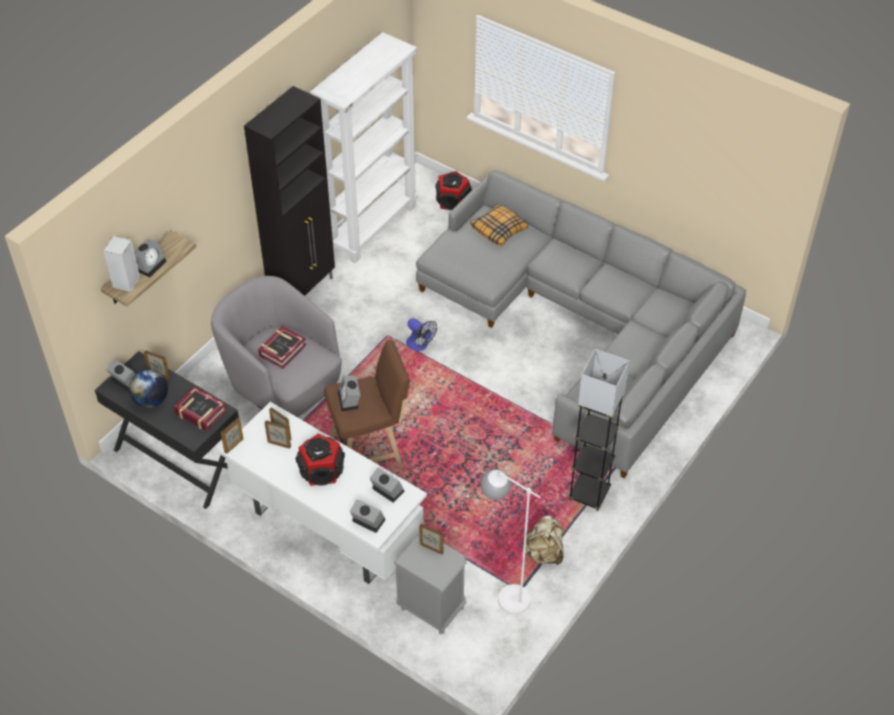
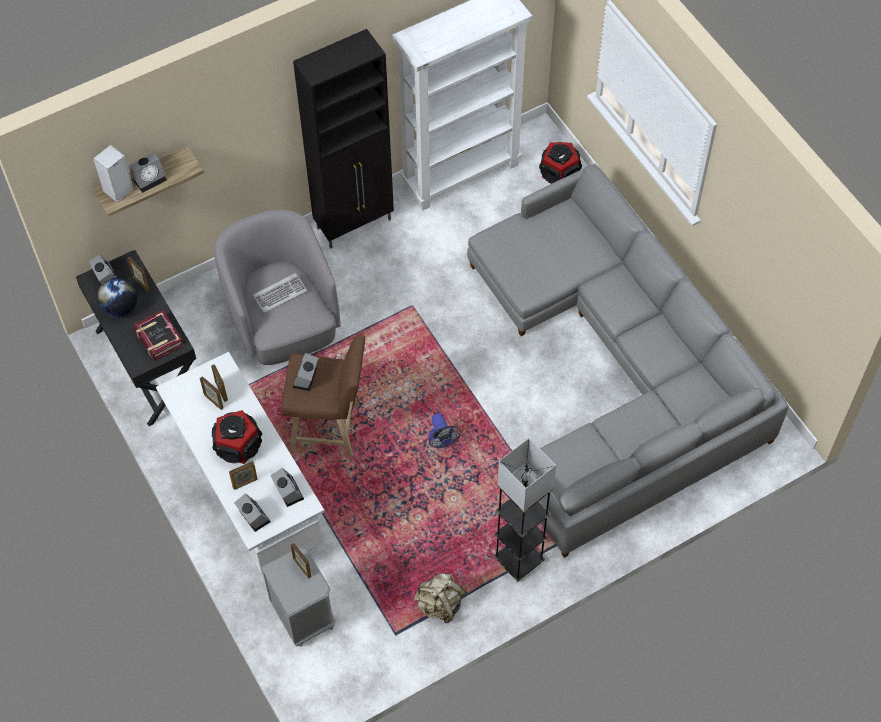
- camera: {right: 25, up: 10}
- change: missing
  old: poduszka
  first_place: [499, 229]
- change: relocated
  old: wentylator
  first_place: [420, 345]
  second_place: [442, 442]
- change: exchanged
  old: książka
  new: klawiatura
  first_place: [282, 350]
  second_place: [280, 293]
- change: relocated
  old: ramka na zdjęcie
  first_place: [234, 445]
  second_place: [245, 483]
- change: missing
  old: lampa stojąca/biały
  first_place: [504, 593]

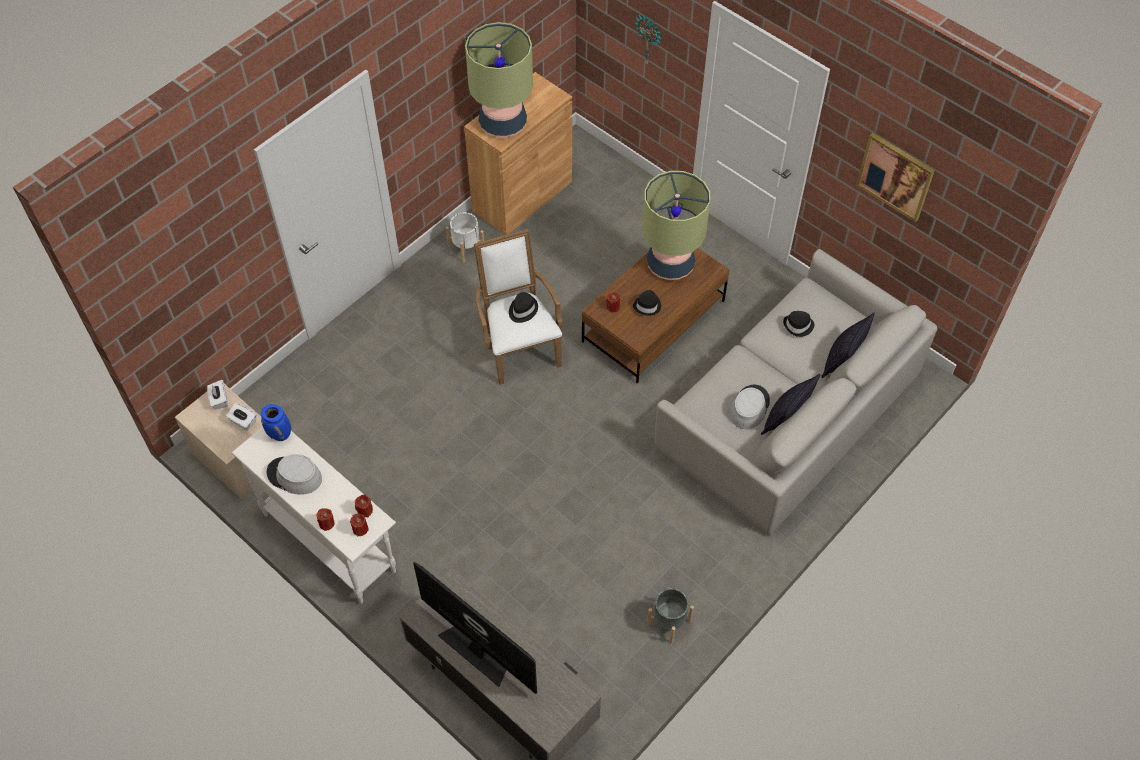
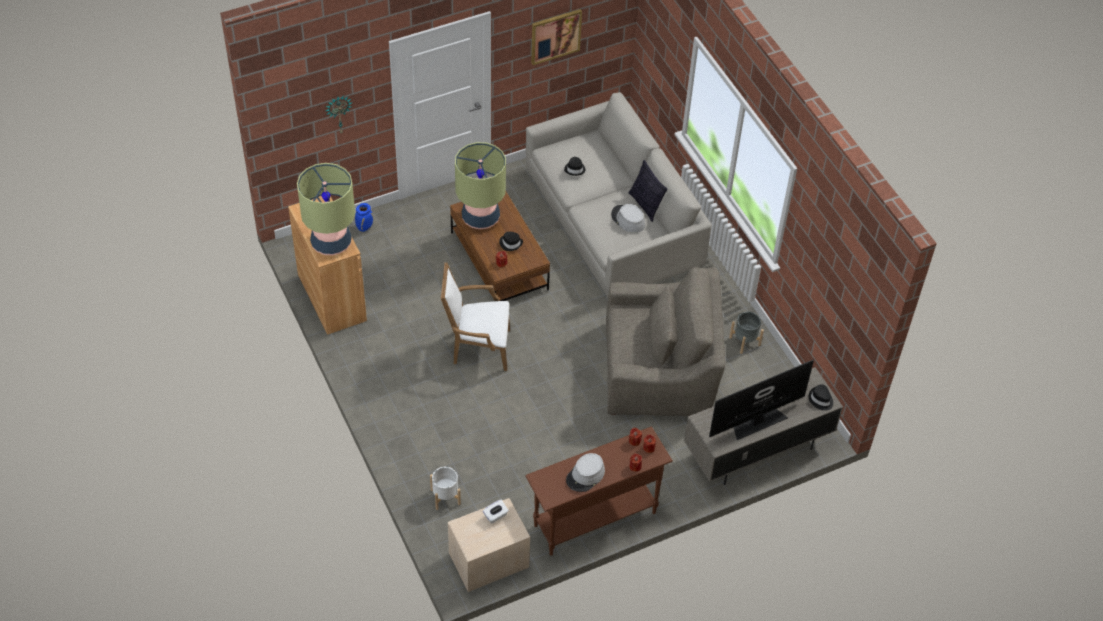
- camera: {right: -70, up: -5}
- change: relocated
  old: donica/biały
  first_place: [466, 248]
  second_place: [445, 497]
- change: relocated
  old: kapelusz/czarny
  first_place: [522, 310]
  second_place: [820, 399]
- change: missing
  old: poduszka
  first_place: [842, 360]
- change: missing
  old: pudełko chusteczek/biały
  first_place: [219, 399]
- change: relocated
  old: wazon/niebieski
  first_place: [280, 435]
  second_place: [364, 227]
- change: colour
  old: stolik konsolowy/biały
  new: stolik konsolowy/brązowy
  first_place: [329, 541]
  second_place: [594, 519]
- change: appeared
  new: fotel/szary
  second_place: [659, 370]

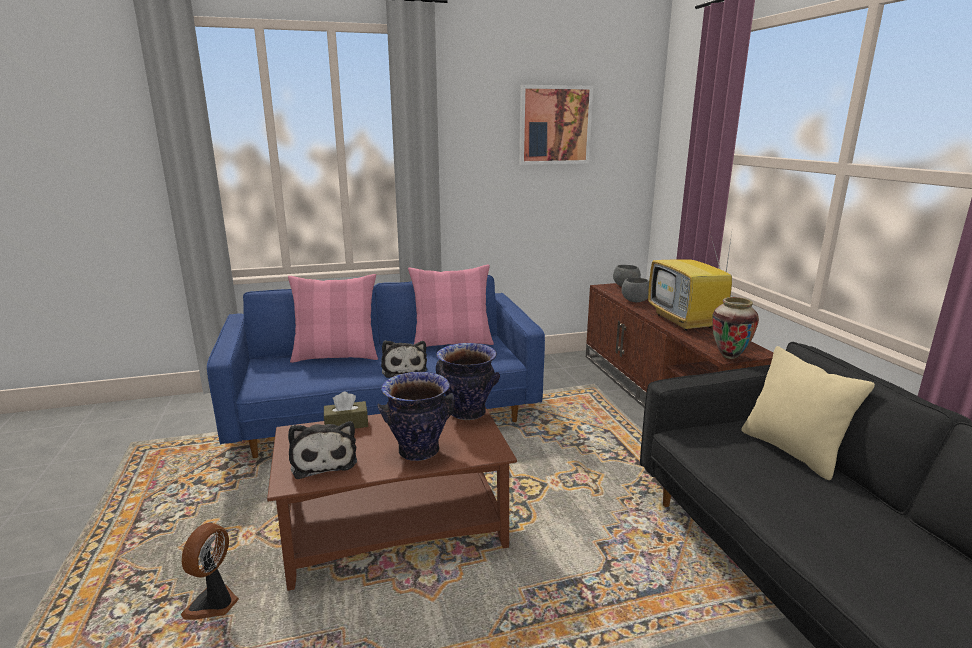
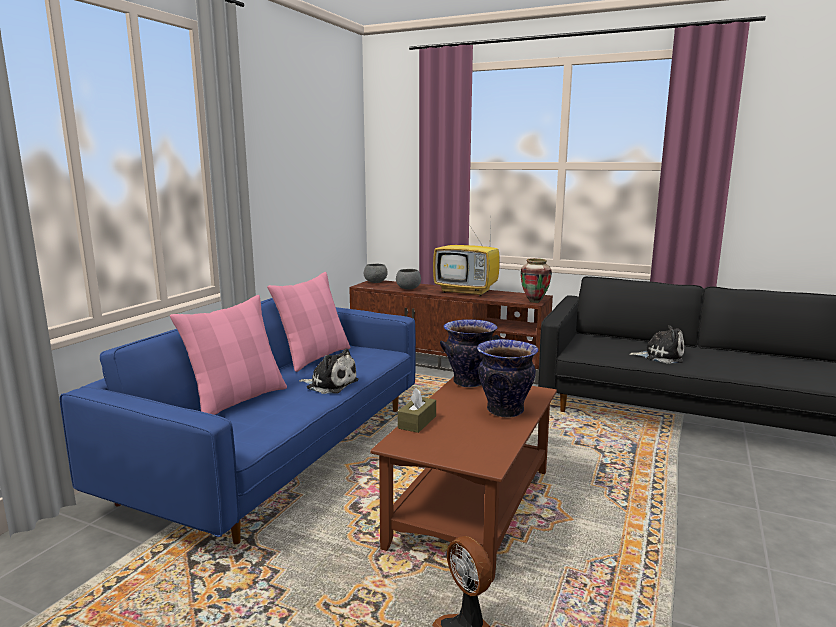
- camera: {right: -50, up: -5}
- change: missing
  old: obraz
  first_place: [554, 125]
- change: missing
  old: poduszka/beżowy
  first_place: [792, 451]
- change: relocated
  old: pluszak
  first_place: [323, 460]
  second_place: [660, 356]

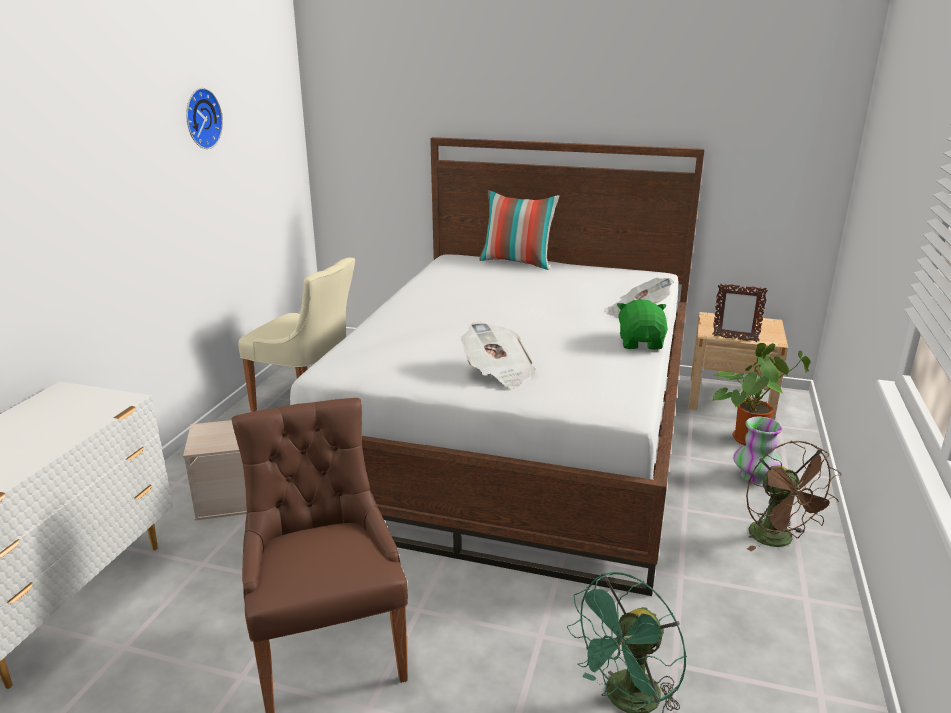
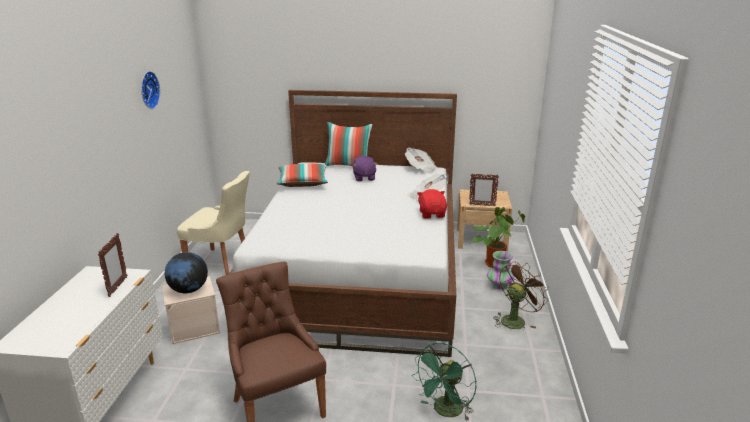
- camera: {right: -10, up: 0}
- change: colour
  old: pluszak/zielony
  new: pluszak/czerwony
  first_place: [641, 343]
  second_place: [432, 214]
- change: relocated
  old: gazeta
  first_place: [498, 373]
  second_place: [420, 169]
- change: spun
  old: wentylator/brązowy
  first_place: [778, 540]
  second_place: [515, 319]
  degrees: -105
- change: appeared
  new: pluszak/fioletowy
  second_place: [364, 177]
- change: appeared
  new: poduszka
  second_place: [303, 183]
- change: appeared
  new: ramka na zdjęcie
  second_place: [117, 287]
- change: appeared
  new: globus
  second_place: [189, 290]

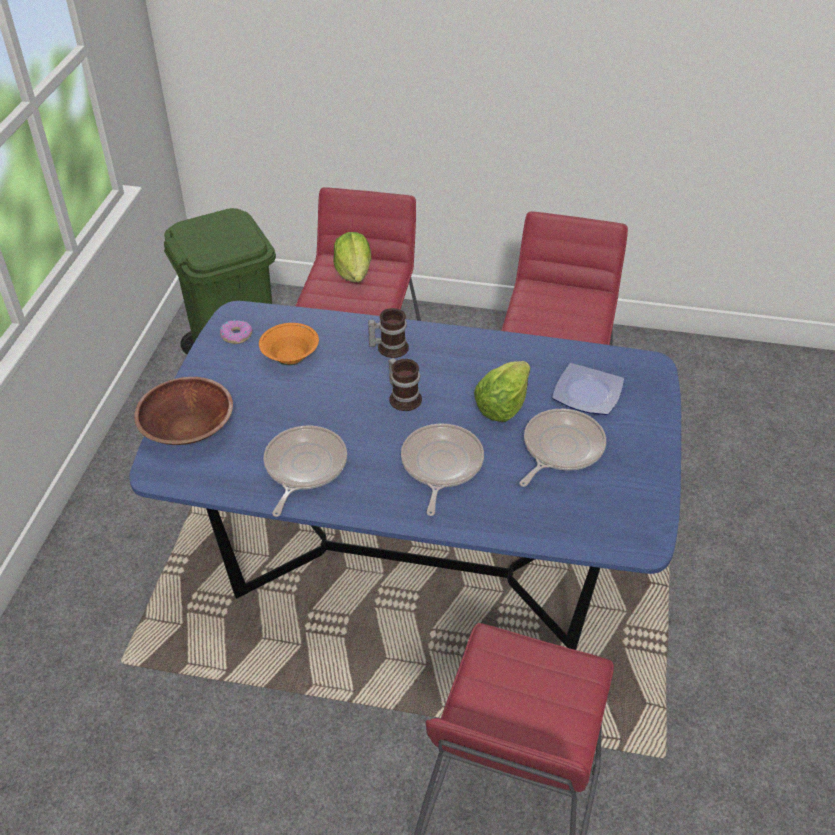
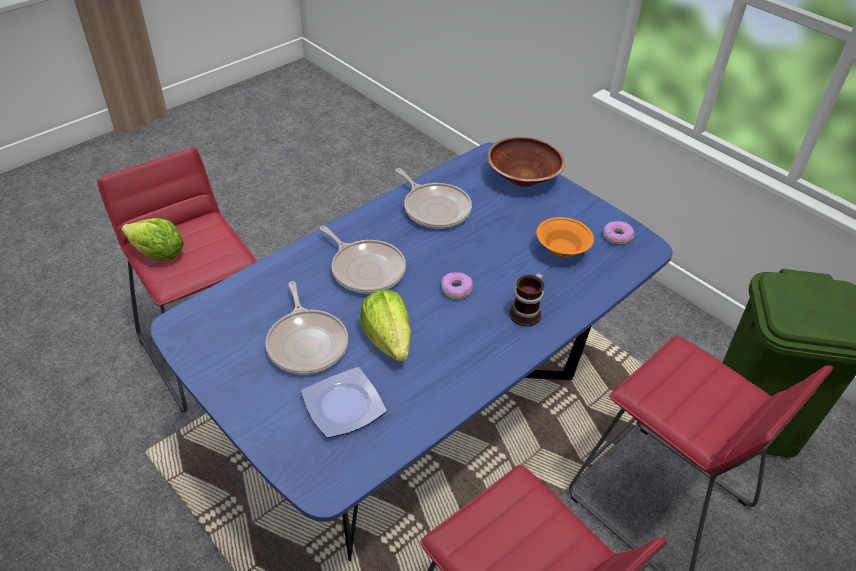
- camera: {right: 125, up: 0}
- change: relocated
  old: sałata
  first_place: [354, 273]
  second_place: [158, 254]
- change: exchanged
  old: kubek
  new: donut
  first_place: [404, 397]
  second_place: [456, 289]

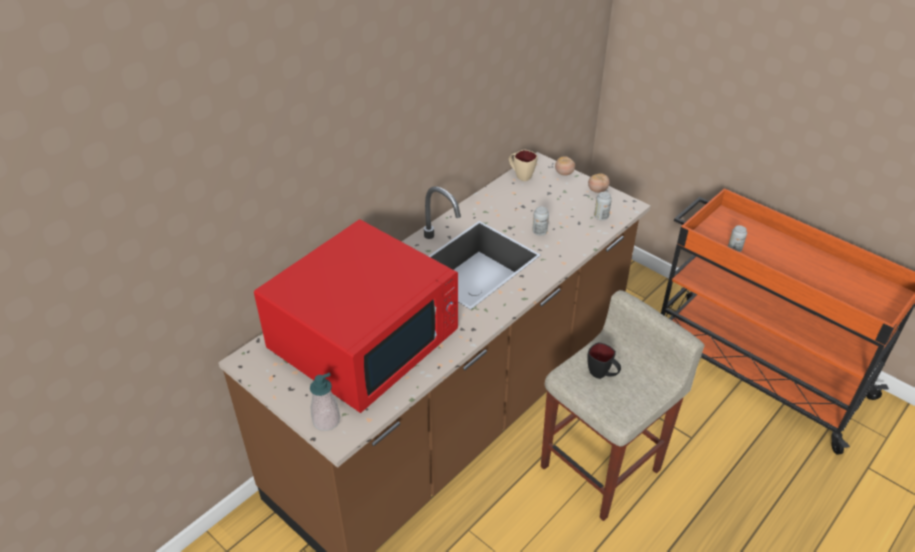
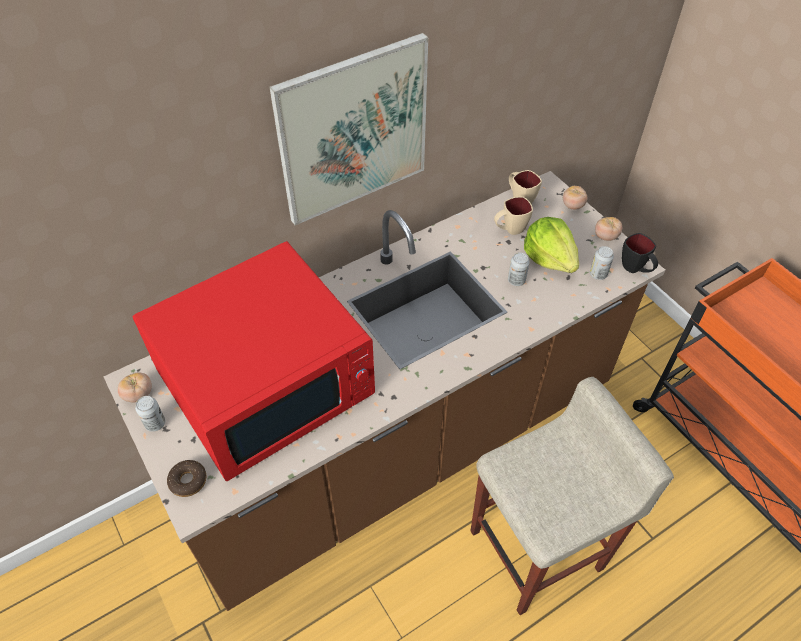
- camera: {right: 15, up: 10}
- change: relocated
  old: puszka
  first_place: [734, 249]
  second_place: [155, 423]
- change: relocated
  old: kubek/czarny
  first_place: [602, 375]
  second_place: [635, 270]
- change: exchanged
  old: dozownik mydła
  new: donut
  first_place: [326, 421]
  second_place: [188, 481]
- change: appeared
  new: obraz
  second_place: [353, 131]
- change: appeared
  new: kubek/beżowy
  second_place: [509, 230]
- change: appeared
  new: sałata
  second_place: [550, 258]
- change: appeared
  new: pomidor
  second_place: [138, 395]

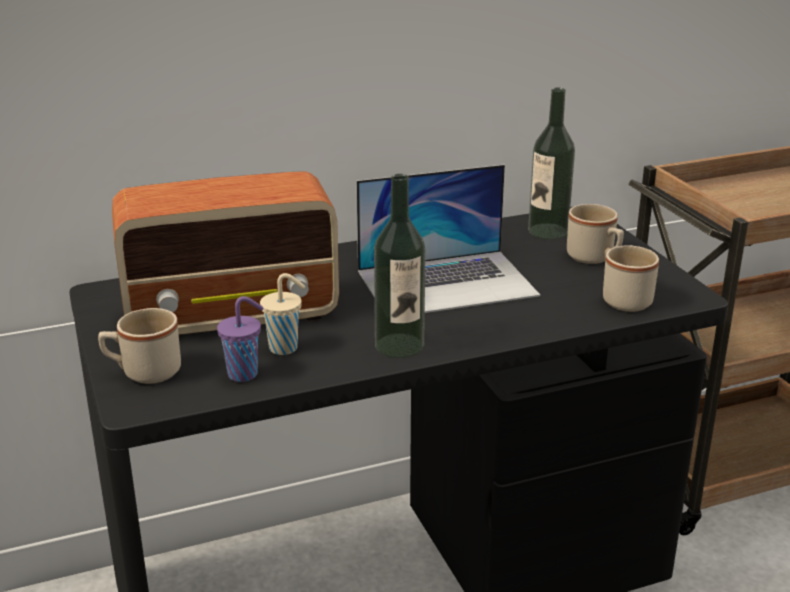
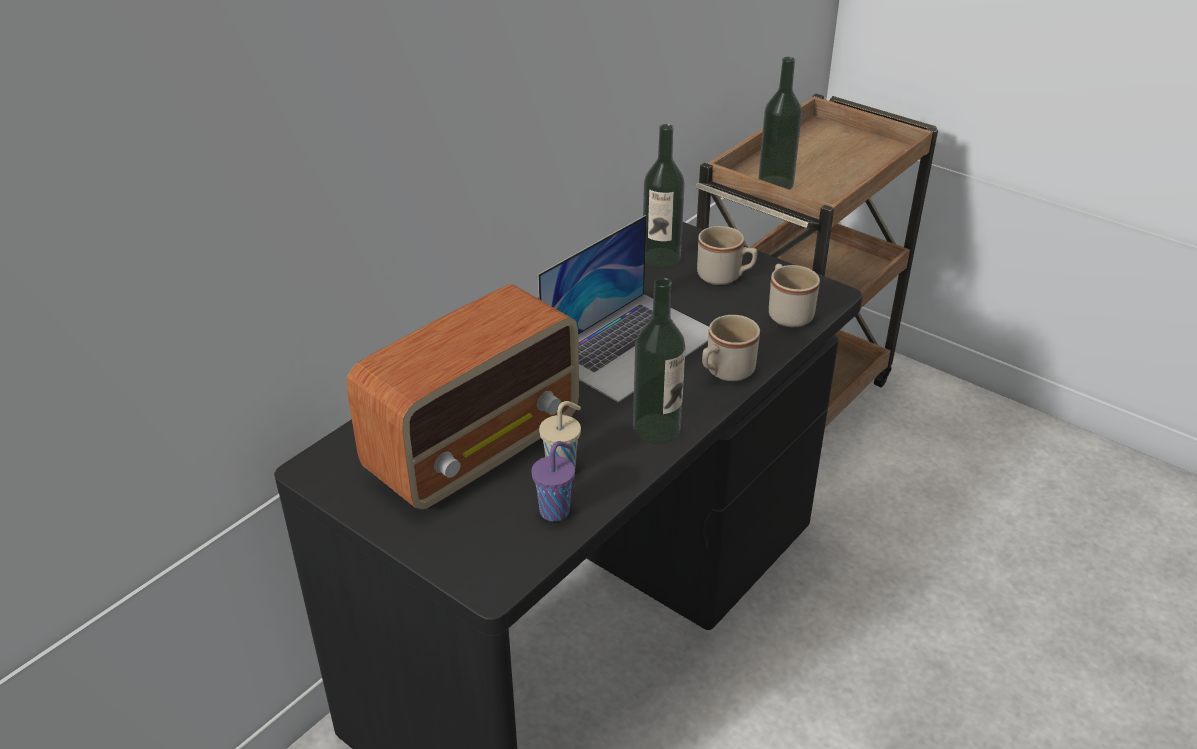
- camera: {right: -30, up: 10}
- change: relocated
  old: kubek/beżowy
  first_place: [143, 372]
  second_place: [725, 372]
- change: appeared
  new: butelka
  second_place: [775, 184]

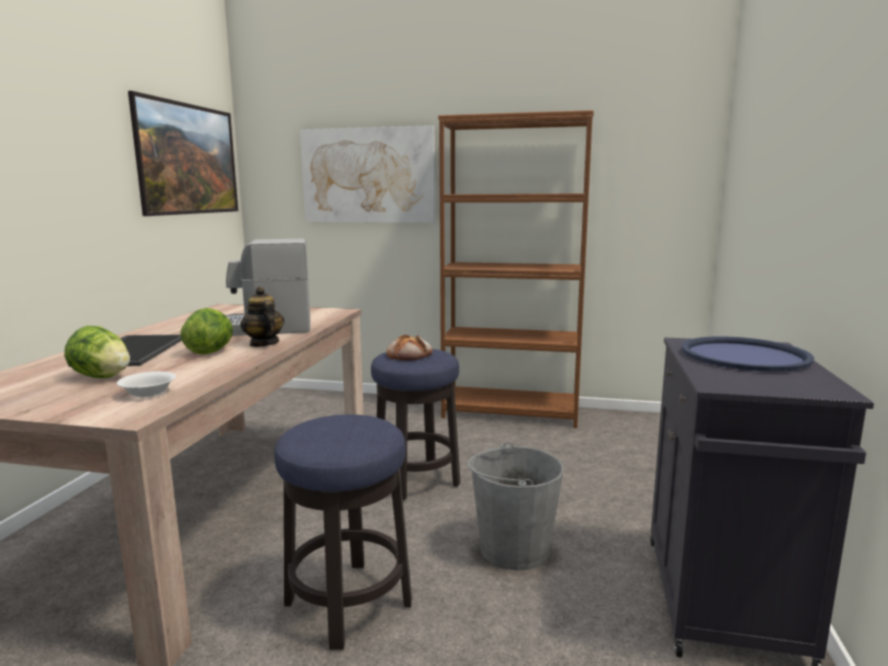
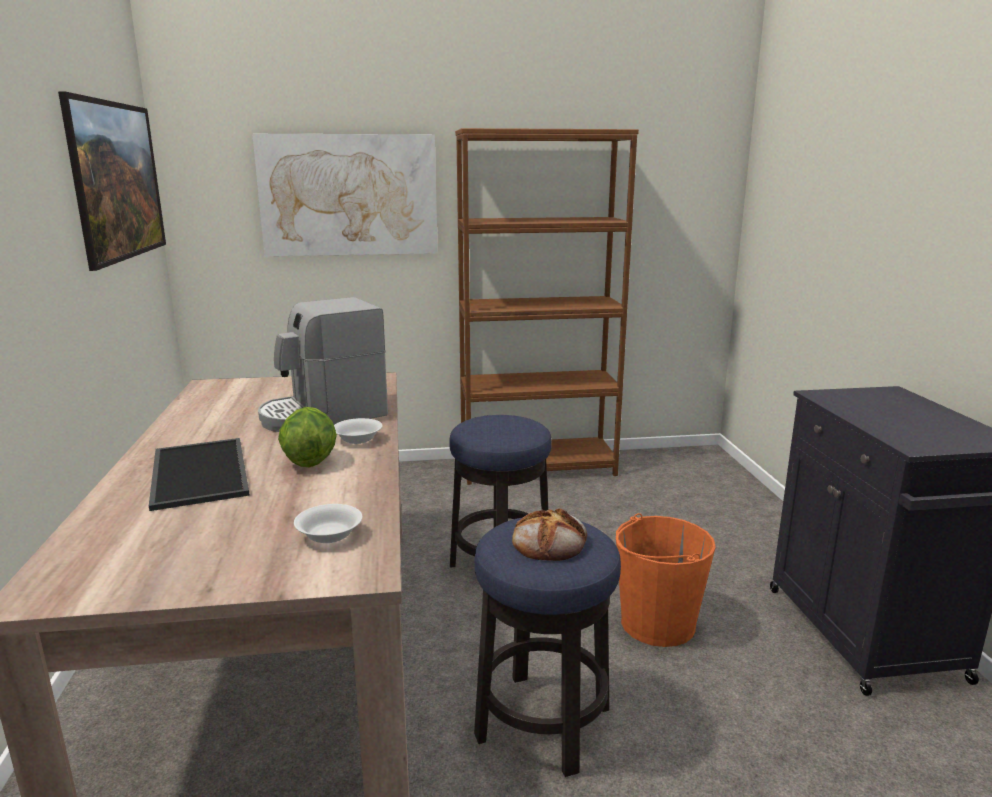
- camera: {right: -20, up: 5}
- change: exchanged
  old: imbryk
  new: miska/biały
  first_place: [264, 343]
  second_place: [358, 440]
- change: missing
  old: sałata
  first_place: [101, 377]
- change: relocated
  old: chleb
  first_place: [409, 354]
  second_place: [550, 542]
- change: missing
  old: taca/niebieski
  first_place: [744, 356]
- change: colour
  old: wiadro/szary
  new: wiadro/pomarańczowy
  first_place: [514, 549]
  second_place: [657, 623]

